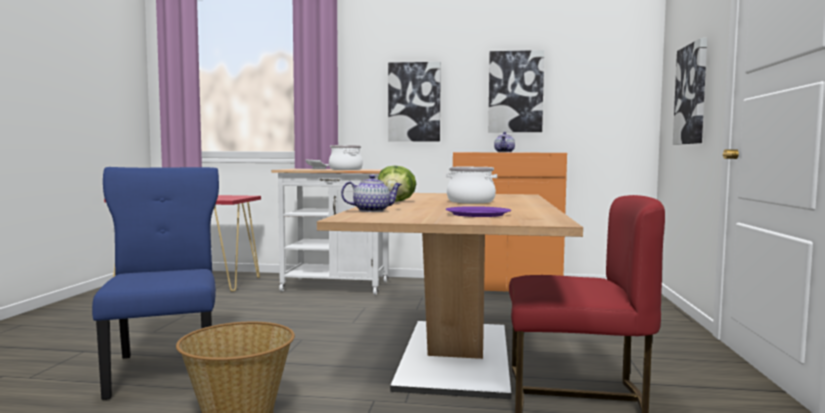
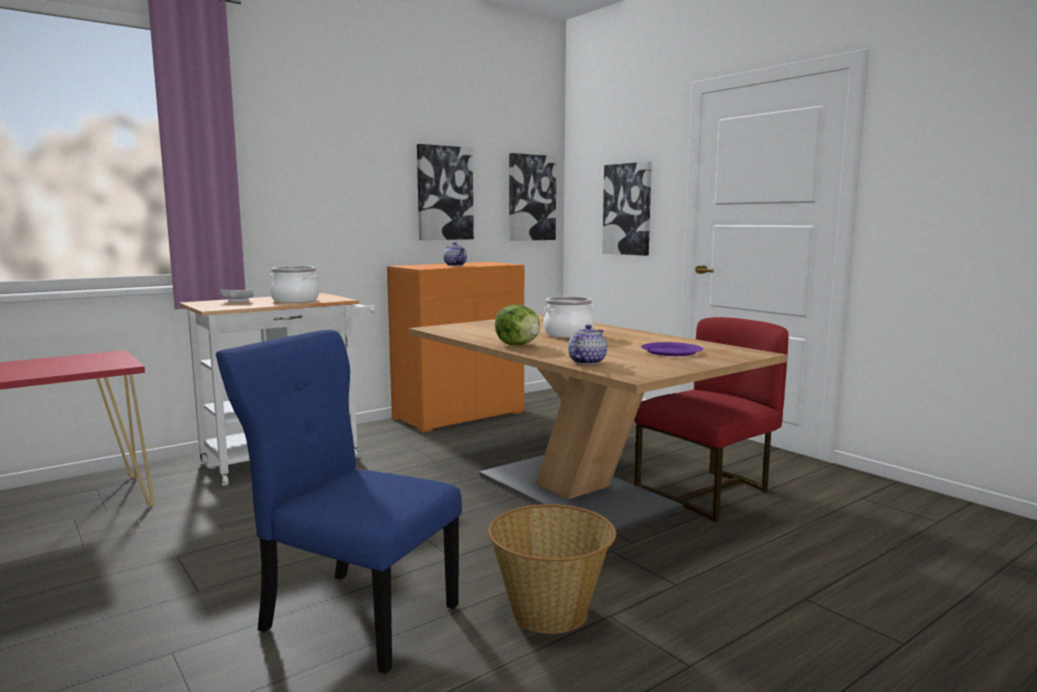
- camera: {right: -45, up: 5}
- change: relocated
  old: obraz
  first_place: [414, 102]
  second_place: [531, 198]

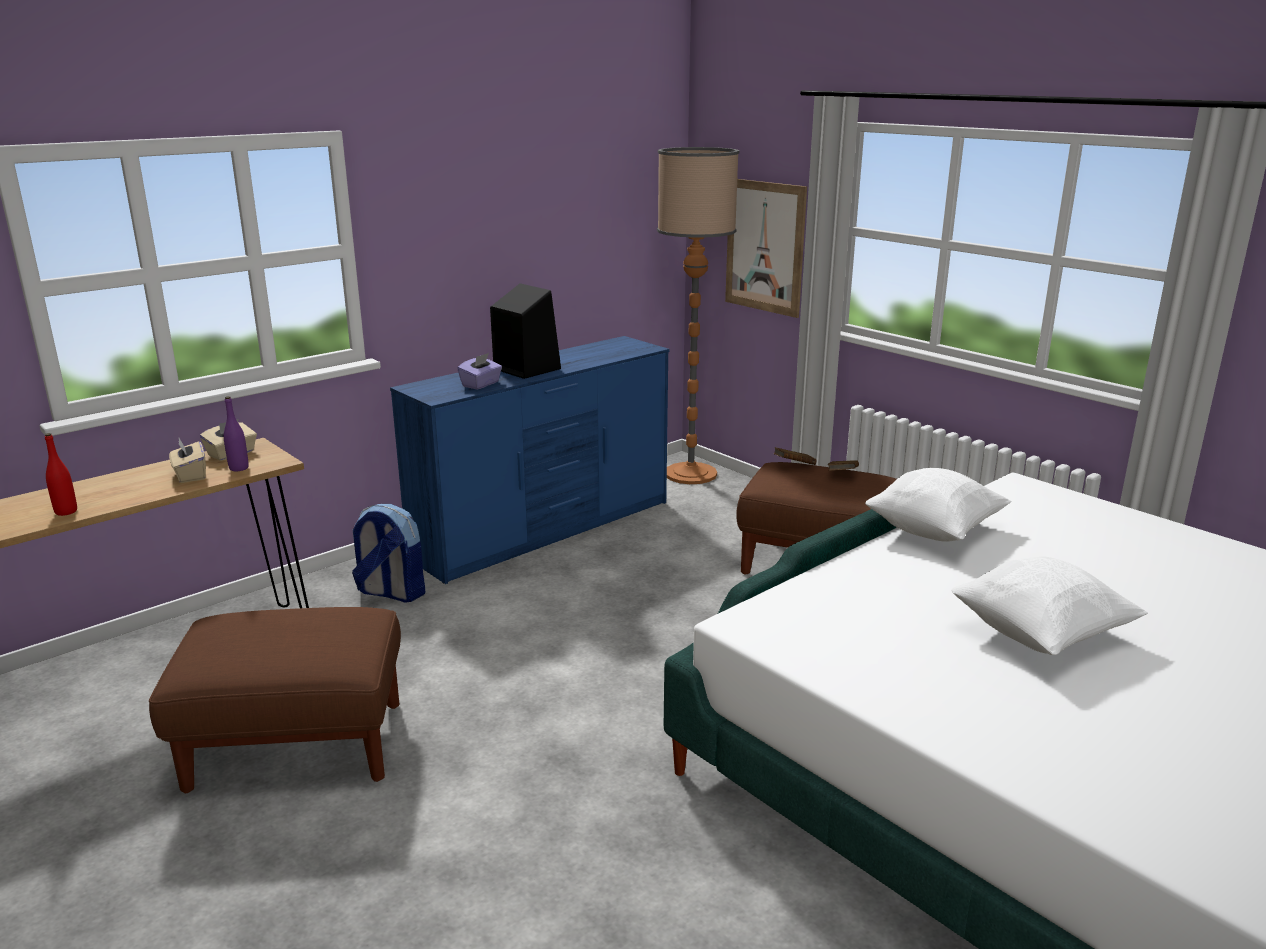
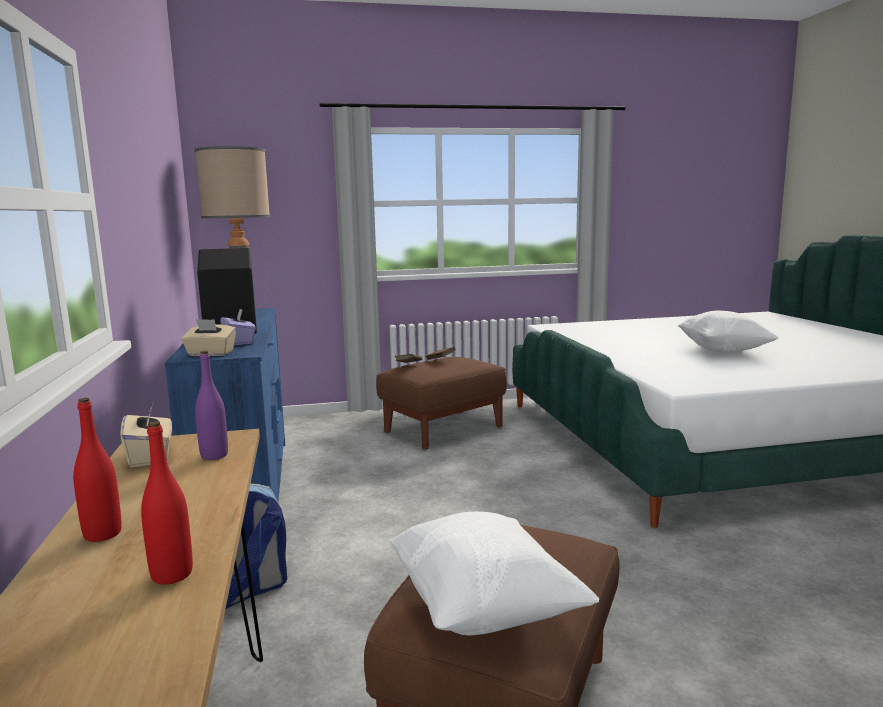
- camera: {right: -60, up: -10}
- change: missing
  old: obraz
  first_place: [765, 247]
- change: relocated
  old: pudełko chusteczek/beżowy
  first_place: [190, 475]
  second_place: [210, 354]
- change: relocated
  old: poduszka/biały
  first_place: [934, 531]
  second_place: [483, 608]
- change: appeared
  new: butelka/czerwony
  second_place: [102, 534]

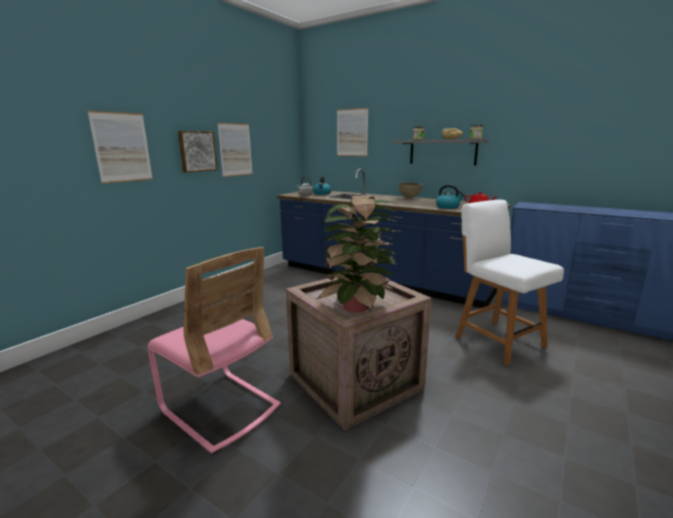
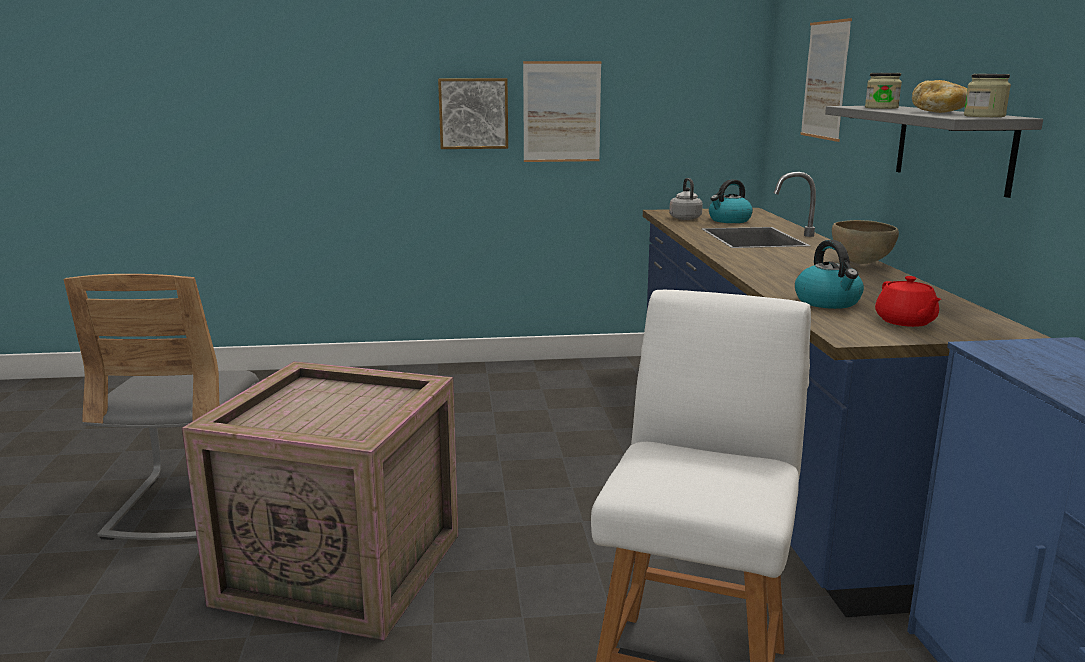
- camera: {right: 50, up: 0}
- change: missing
  old: obraz
  first_place: [122, 147]
- change: missing
  old: roślina doniczkowa
  first_place: [357, 308]
- change: colour
  old: krzesło/różowy
  new: krzesło/szary
  first_place: [220, 408]
  second_place: [189, 503]

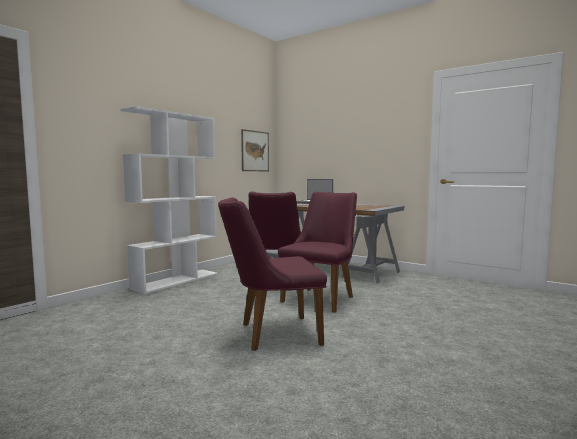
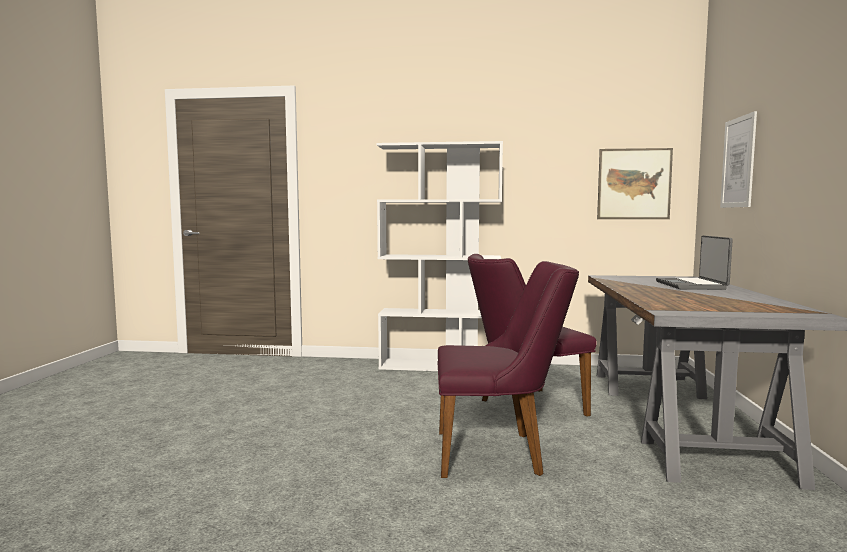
- camera: {right: 60, up: 0}
- change: missing
  old: krzesło/fioletowy
  first_place: [271, 333]
- change: appeared
  new: obraz
  second_place: [738, 162]

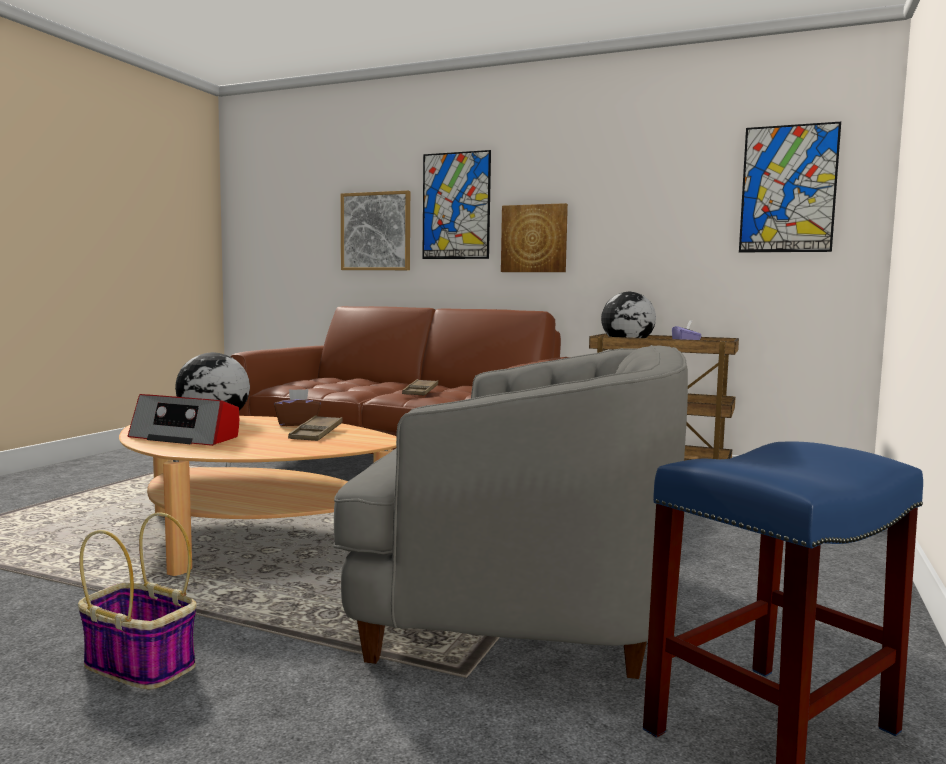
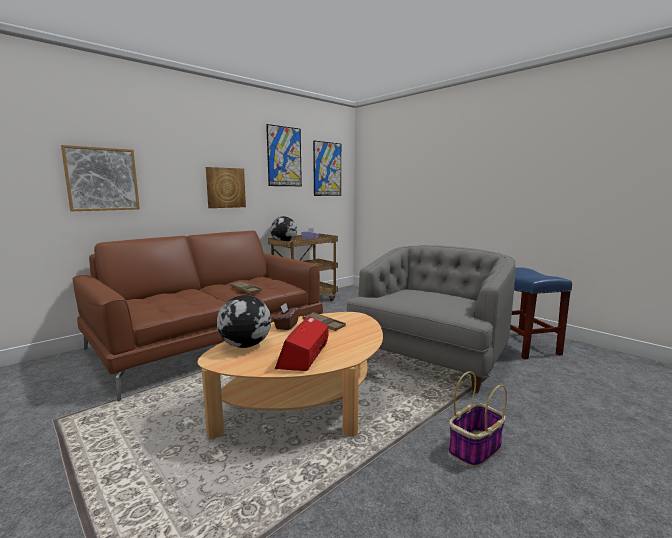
- camera: {right: -65, up: 5}
- change: relocated
  old: obraz
  first_place: [456, 206]
  second_place: [284, 156]
- change: spun
  old: radio
  first_place: [186, 437]
  second_place: [304, 355]
  degrees: 150

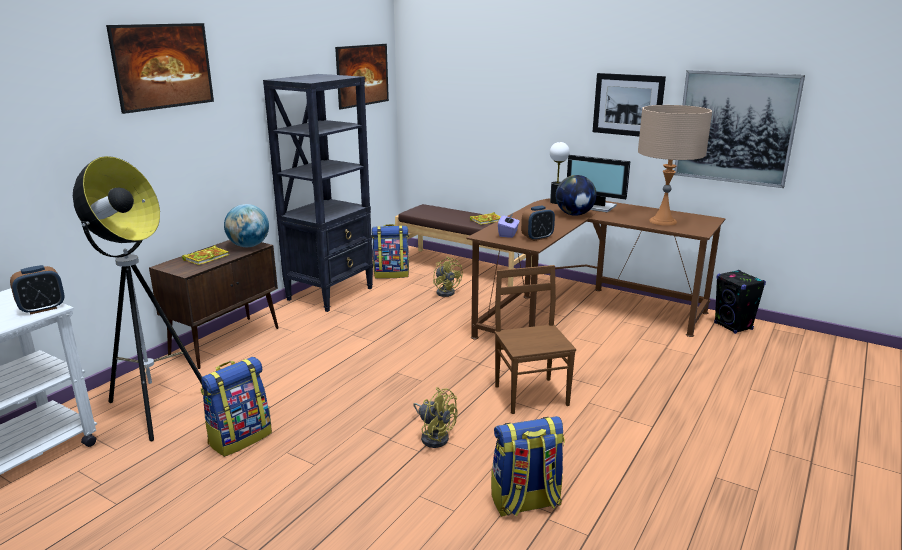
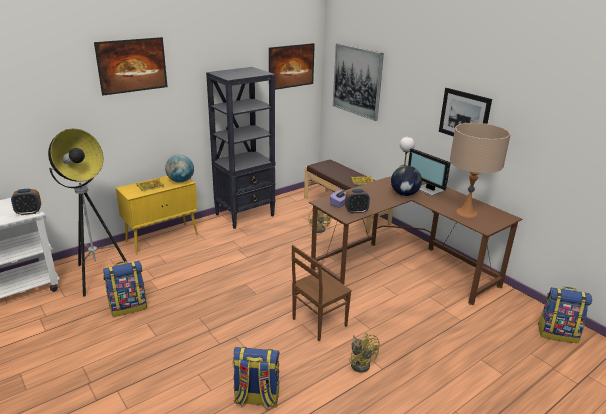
- camera: {right: 20, up: 5}
- change: relocated
  old: obraz
  first_place: [735, 127]
  second_place: [357, 81]
- change: relocated
  old: plecak
  first_place: [391, 274]
  second_place: [557, 333]
- change: colour
  old: szafka/brązowy
  new: szafka/żółty
  first_place: [226, 341]
  second_place: [163, 238]
- change: spun
  old: krzesło/brązowy
  first_place: [531, 394]
  second_place: [318, 322]
  degrees: -135
- change: missing
  old: głośnik/czarny
  first_place: [733, 326]
- change: relocated
  old: wentylator/żółty
  first_place: [434, 436]
  second_place: [361, 362]

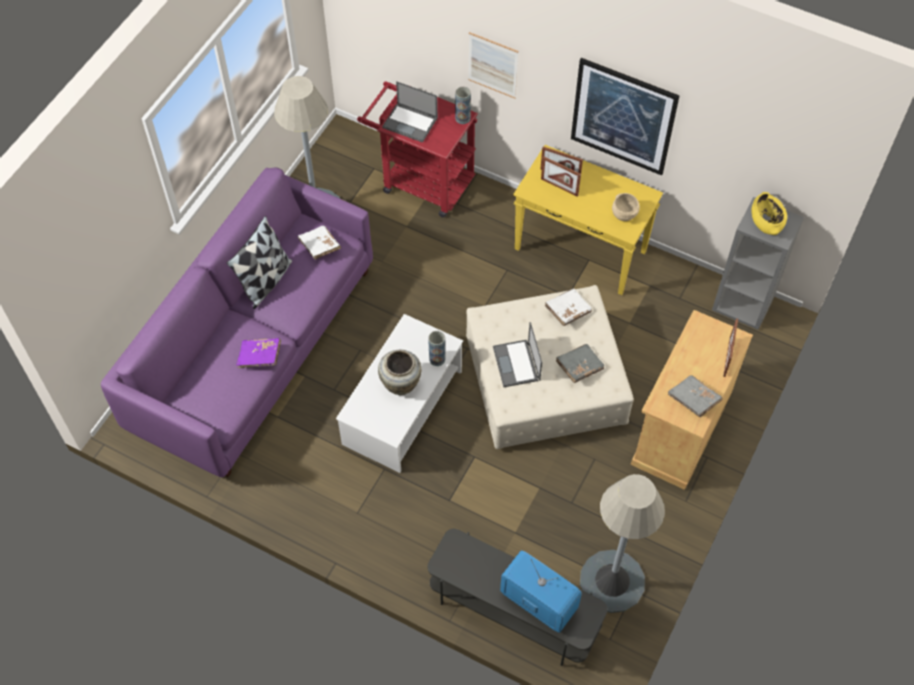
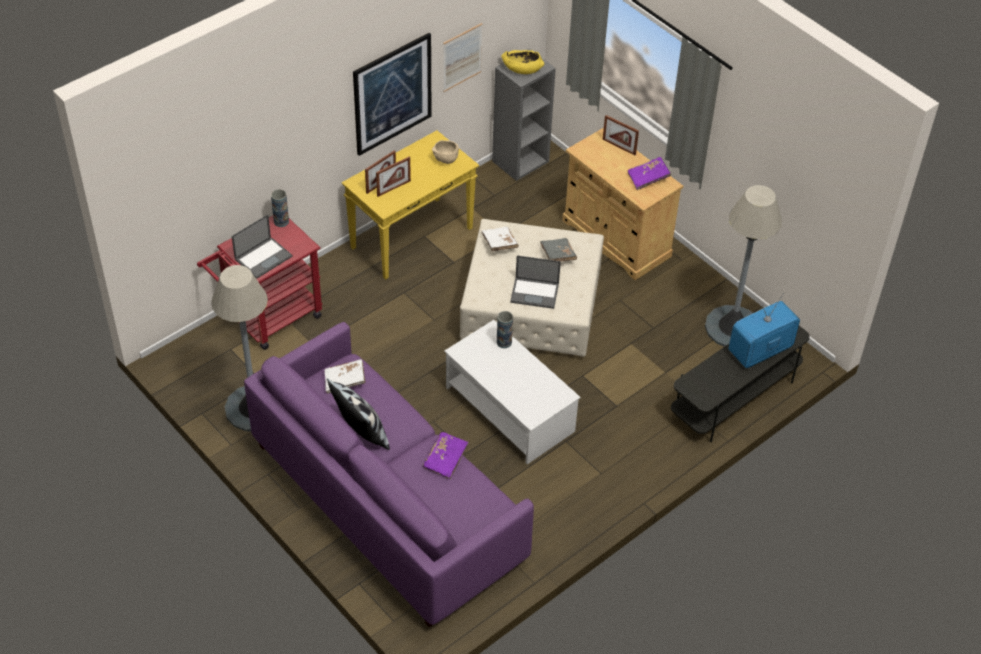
- camera: {right: -70, up: -10}
- change: relocated
  old: obraz
  first_place: [493, 65]
  second_place: [462, 57]
- change: missing
  old: wazon/beżowy
  first_place: [401, 383]
- change: colour
  old: książka/szary
  new: książka/fioletowy
  first_place: [693, 400]
  second_place: [648, 178]

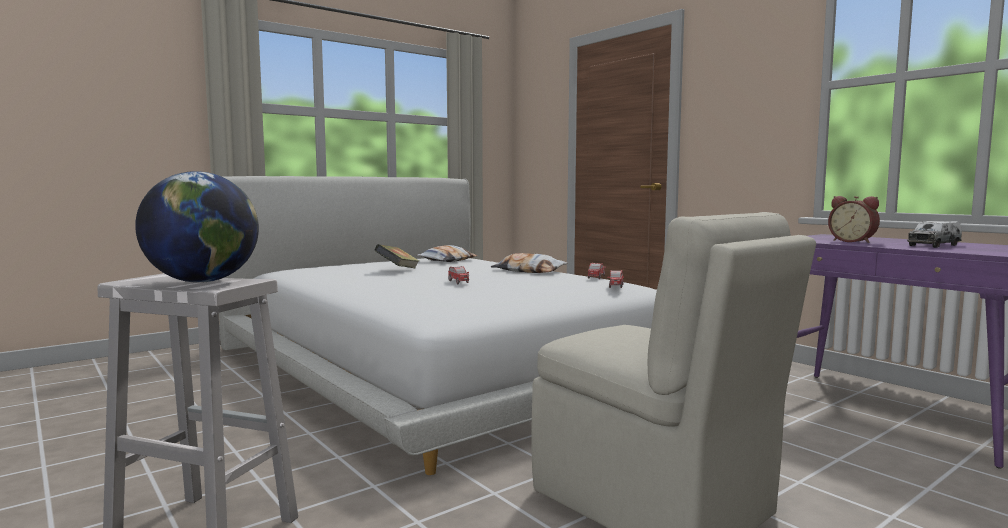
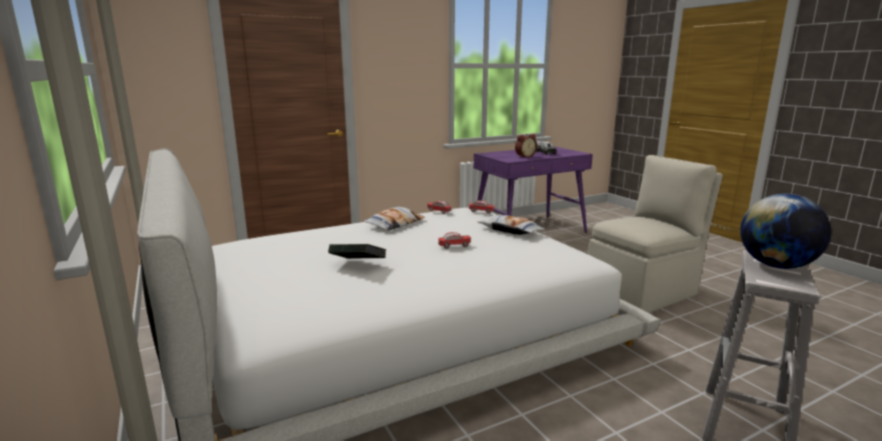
- camera: {right: -80, up: 10}
- change: relocated
  old: poduszka
  first_place: [447, 260]
  second_place: [511, 230]

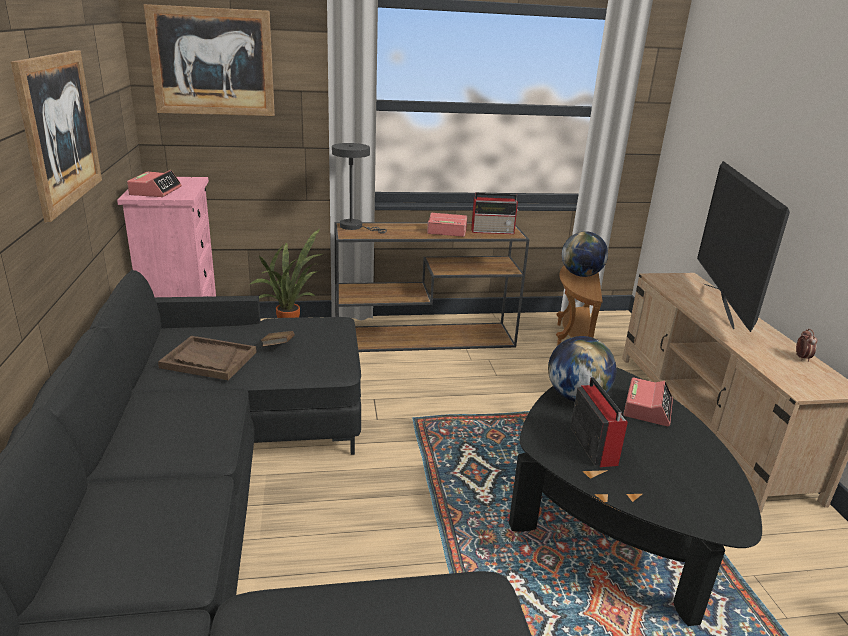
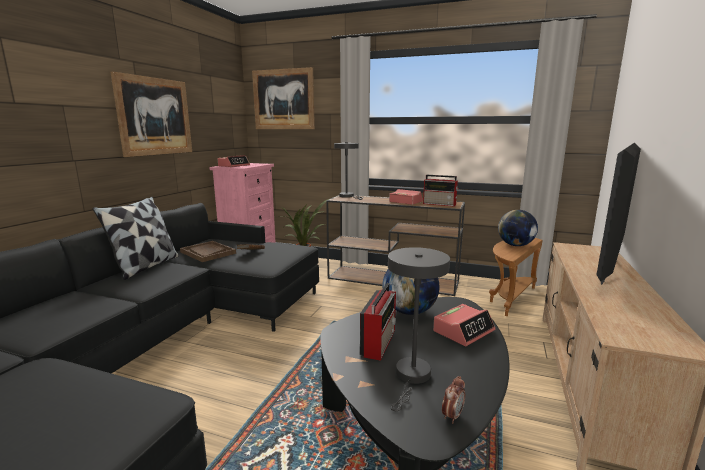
- camera: {right: 30, up: -10}
- change: relocated
  old: budzik
  first_place: [802, 358]
  second_place: [452, 416]
- change: appeared
  new: poduszka
  second_place: [146, 266]
- change: appeared
  new: lampa stołowa/szary
  second_place: [412, 377]

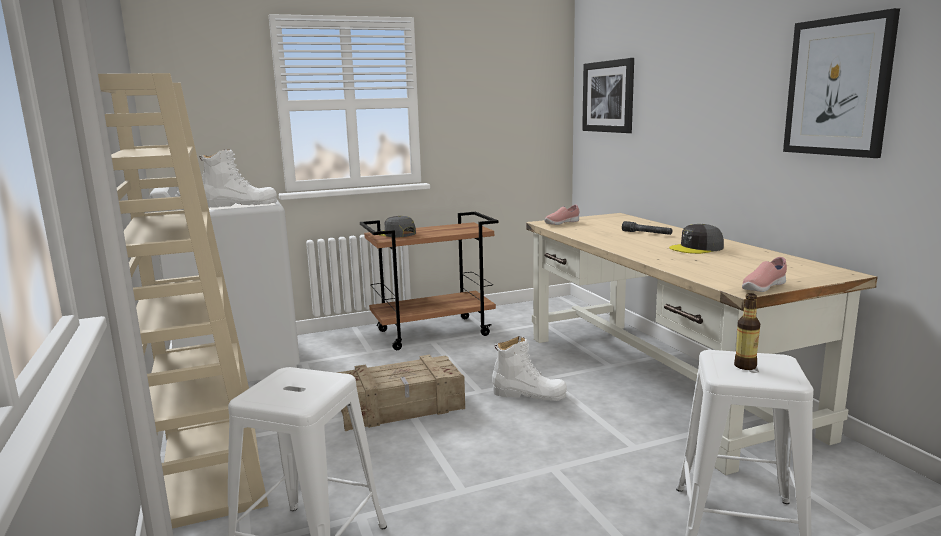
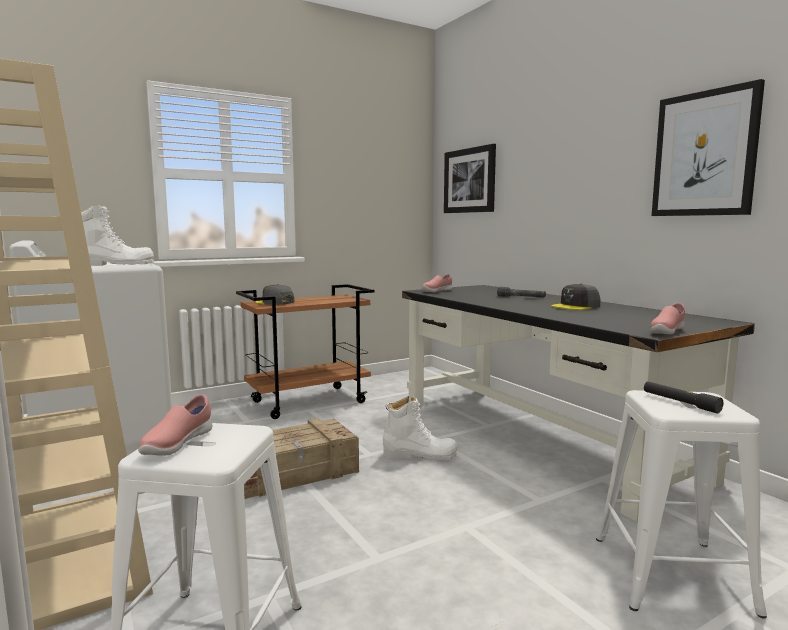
- camera: {right: -10, up: -5}
- change: colour
  old: biurko/beżowy
  new: biurko/czarny
  first_place: [659, 381]
  second_place: [539, 437]
- change: exchanged
  old: butelka
  new: latarka/czarny
  first_place: [745, 366]
  second_place: [680, 402]
- change: appeared
  new: but/różowy
  second_place: [177, 445]

